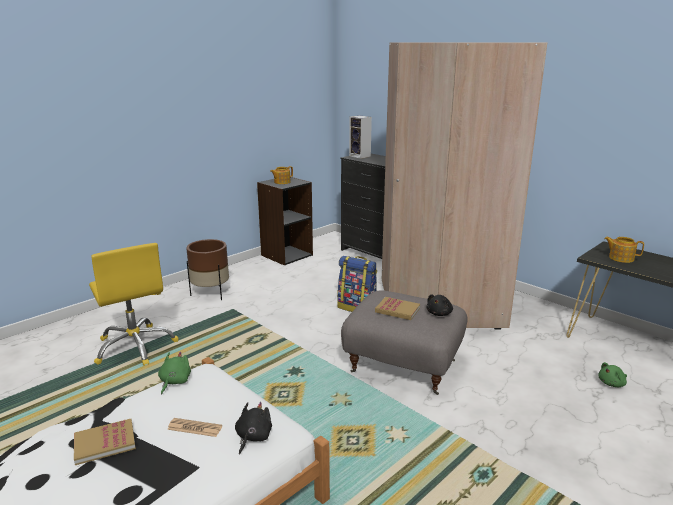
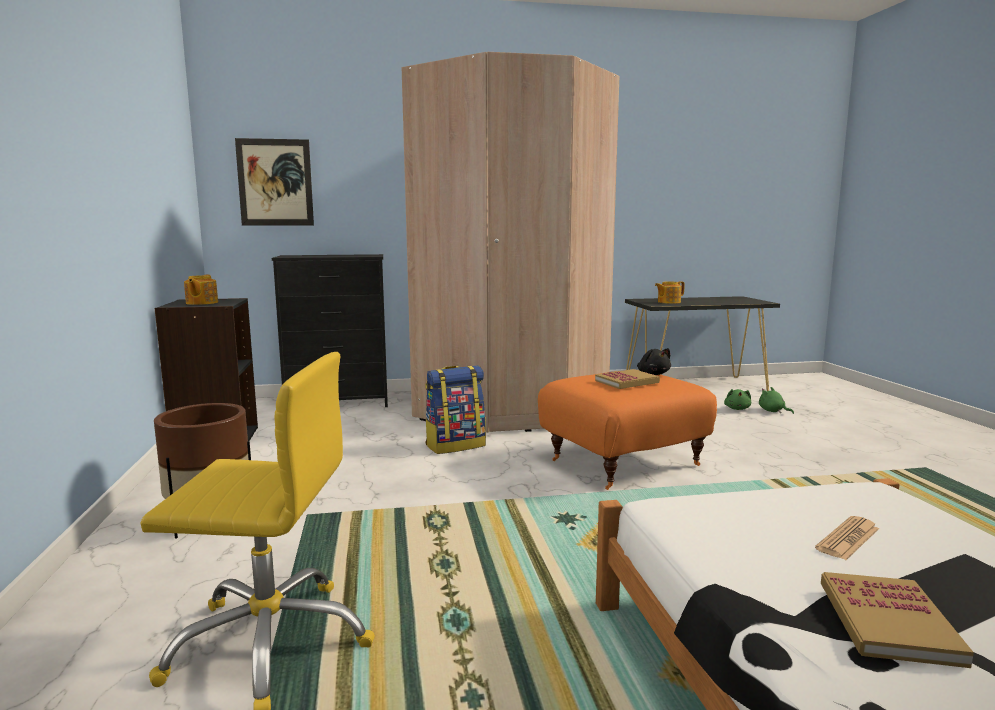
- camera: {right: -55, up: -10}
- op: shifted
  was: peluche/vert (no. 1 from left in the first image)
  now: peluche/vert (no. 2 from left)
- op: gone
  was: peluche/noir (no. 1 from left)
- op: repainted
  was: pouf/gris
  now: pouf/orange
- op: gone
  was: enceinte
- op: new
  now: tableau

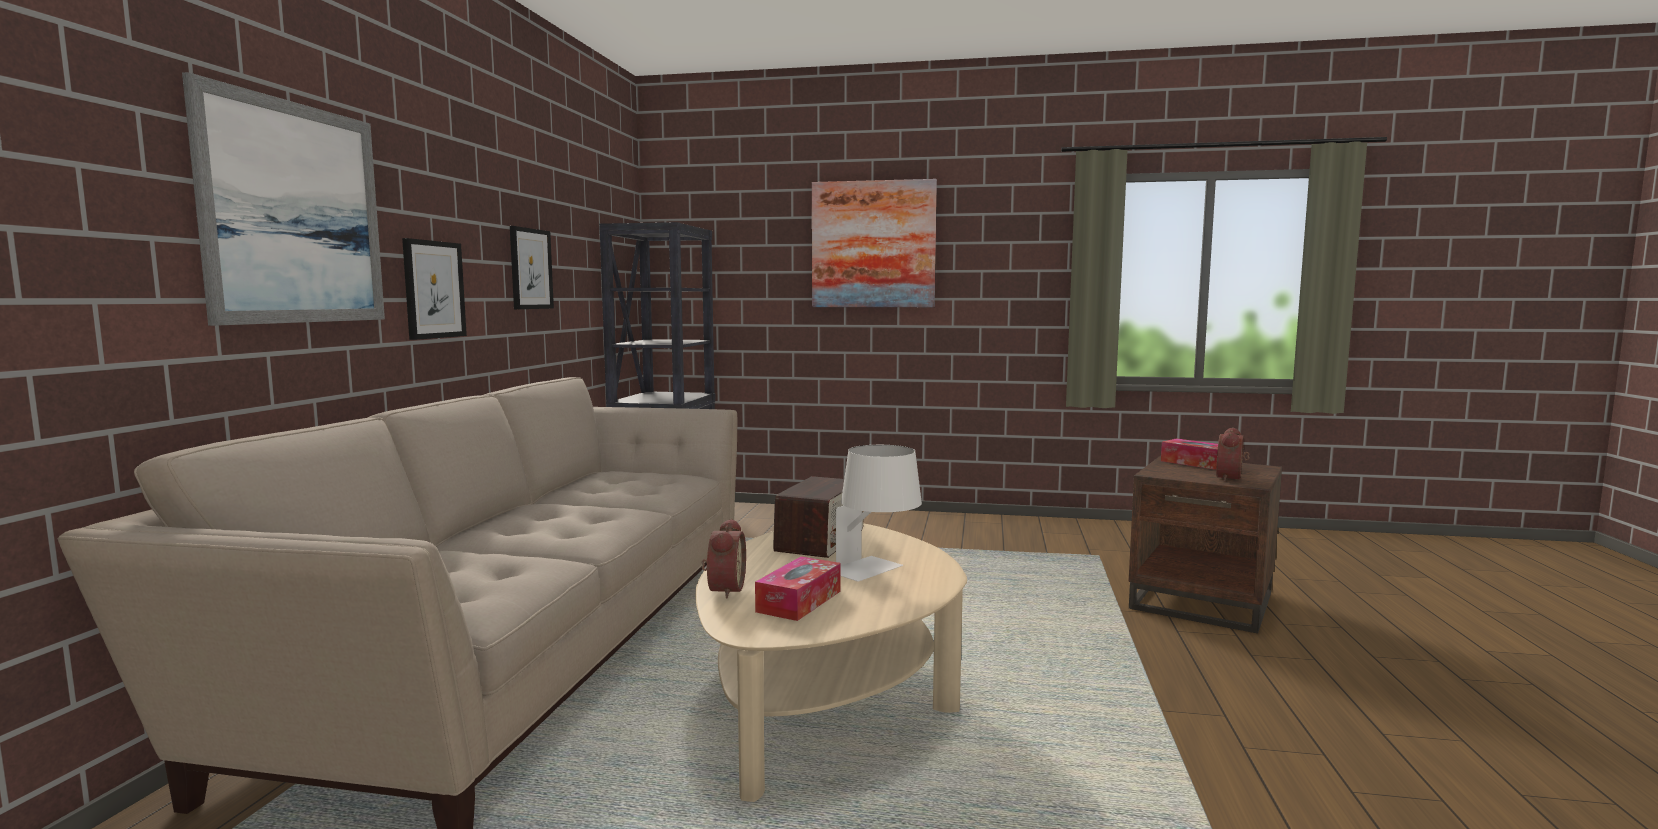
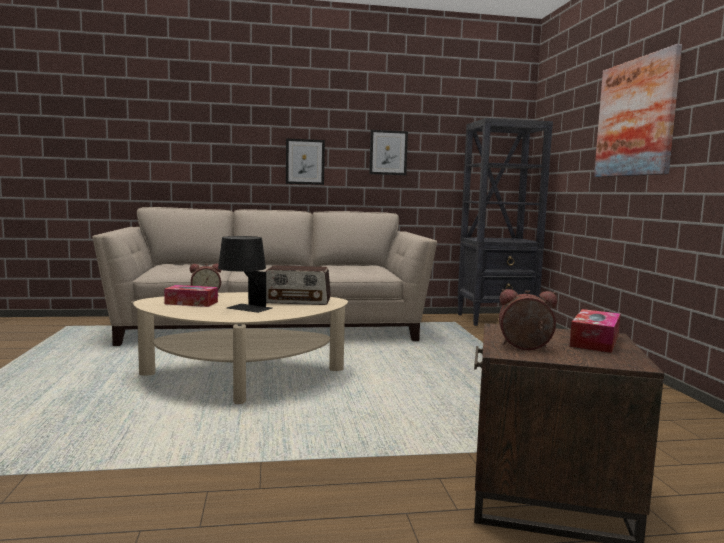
- camera: {right: 70, up: 0}
- op: gone
  was: tableau (no. 1 from left)
- op: repainted
  was: lampe de table/blanc
  now: lampe de table/noir

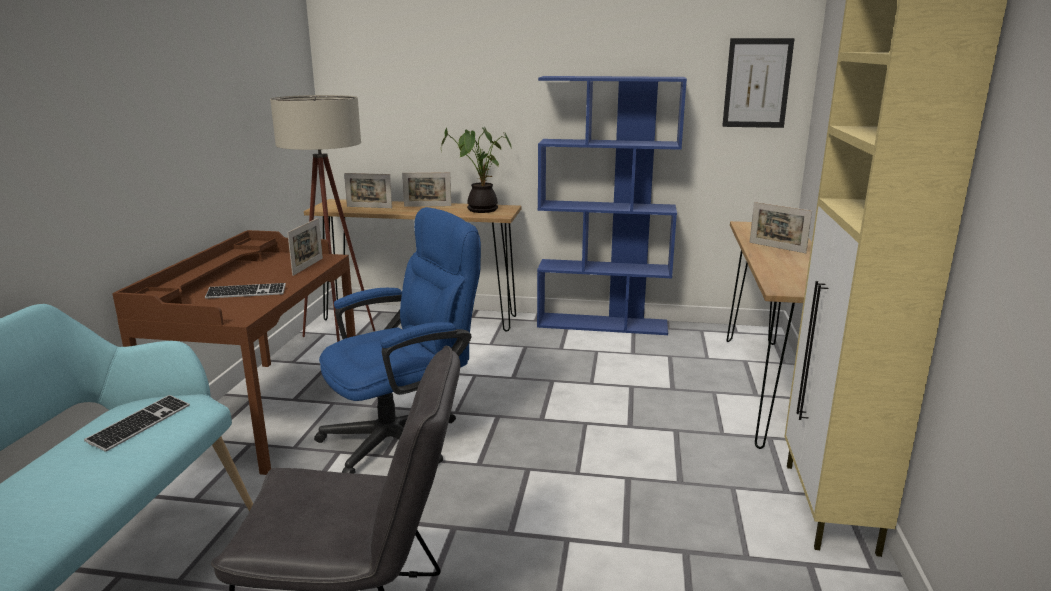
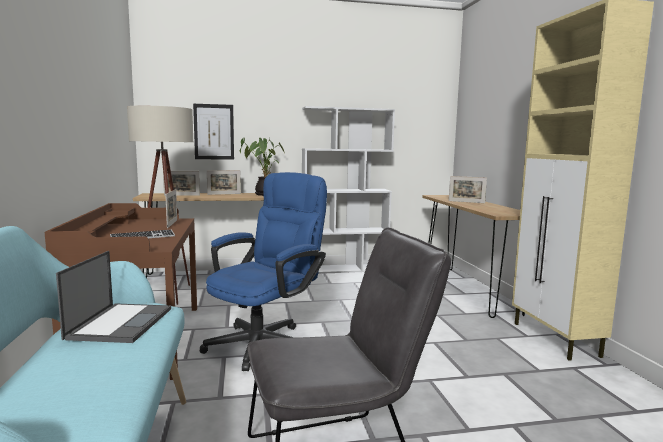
- camera: {right: -20, up: -10}
- op: swapped
  was: clavier (no. 1 from left)
  now: ordinateur portable
- op: repainted
  was: bibliothèque/bleu
  now: bibliothèque/blanc
- op: shifted
  was: tableau

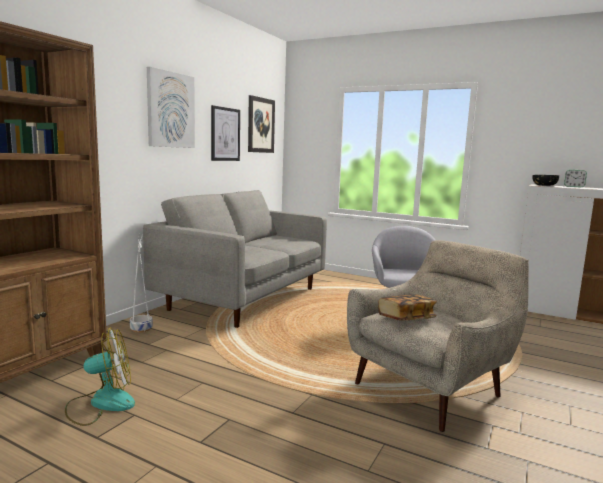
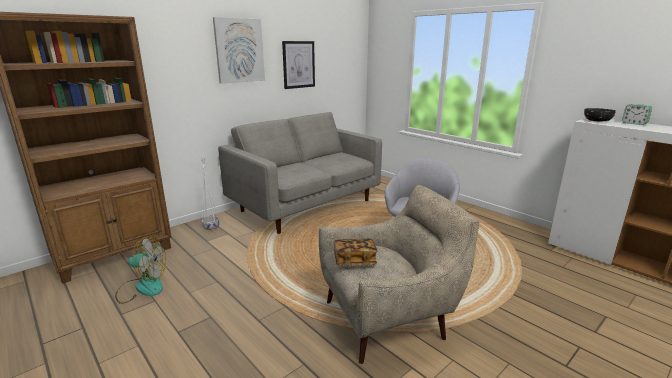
- camera: {right: 20, up: 10}
- op: gone
  was: tableau (no. 3 from left)

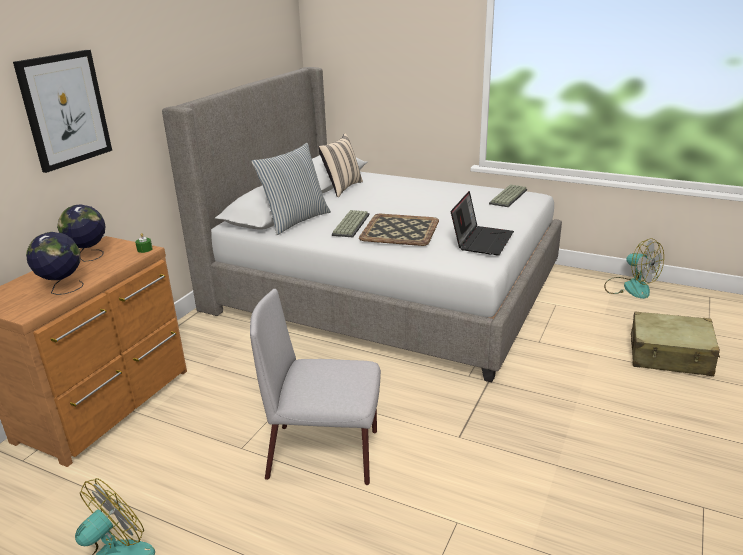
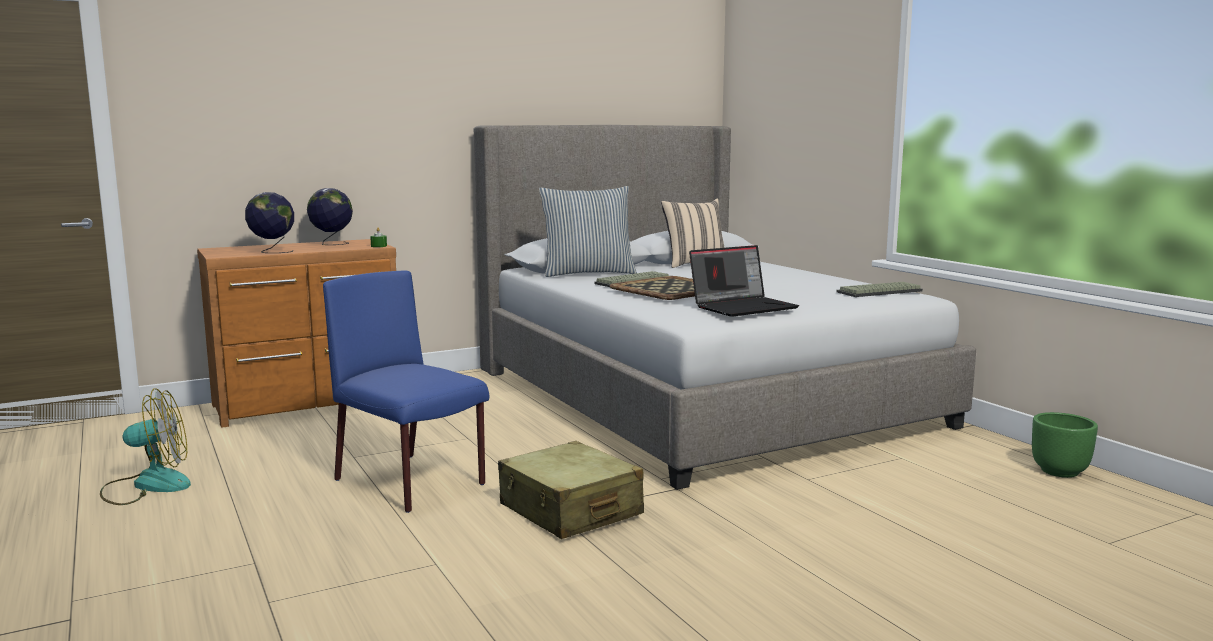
- camera: {right: 35, up: -15}
- op: gone
  was: tableau
- op: repainted
  was: chaise/gris
  now: chaise/bleu
- op: swapped
  was: ventilateur (no. 2 from left)
  now: cache-pot/vert
- op: shifted
  was: valise/beige

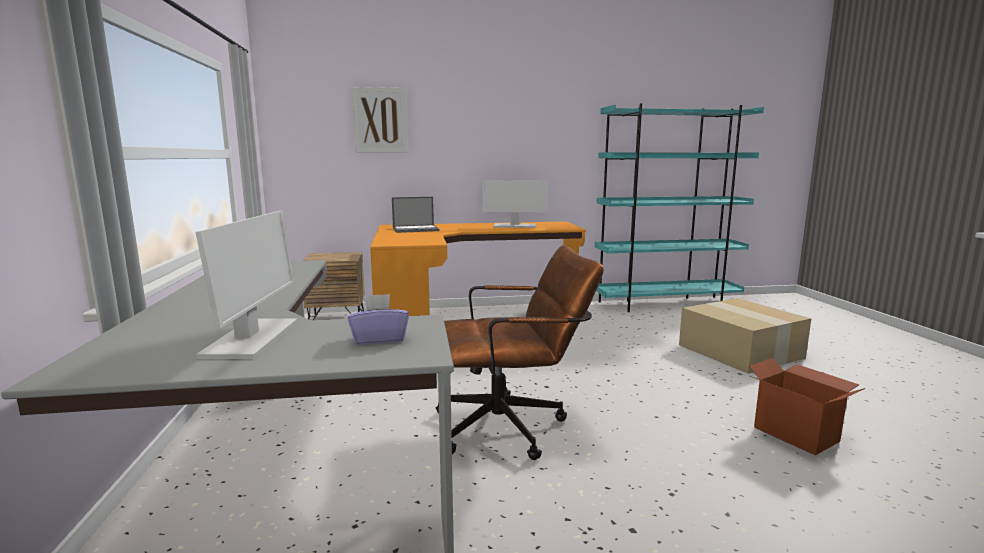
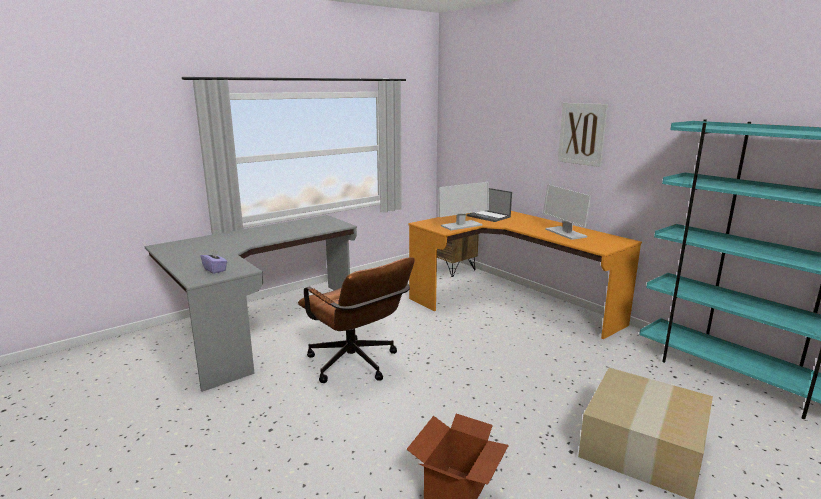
- camera: {right: 60, up: 5}
- op: shifted
  was: écran d'ordinateur (no. 1 from left)
- op: shifted
  was: tableau

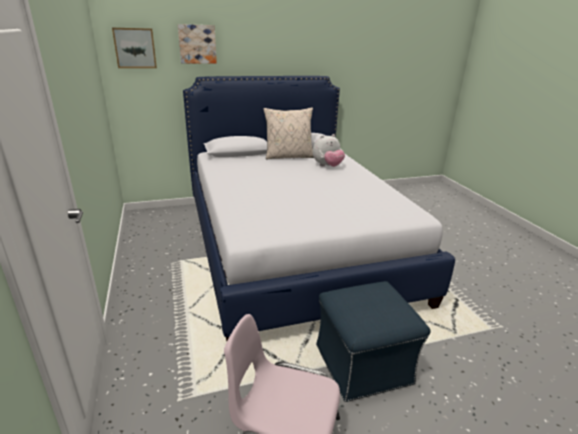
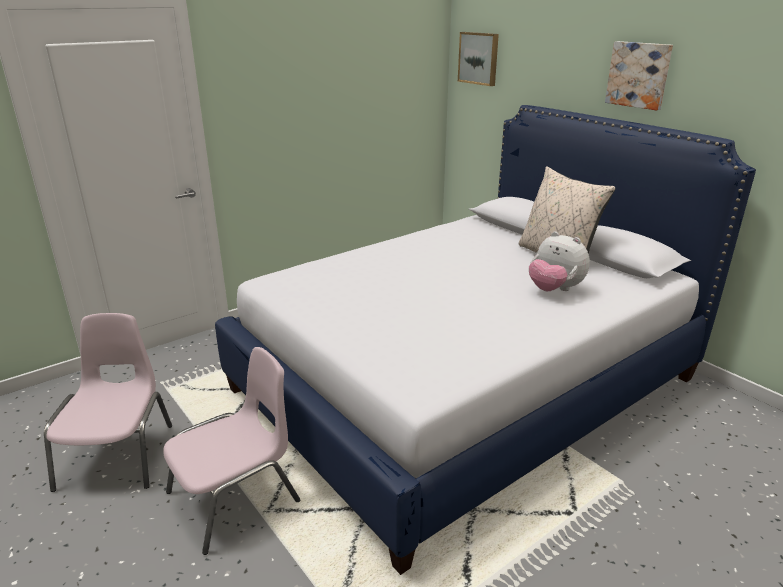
- camera: {right: 70, up: 0}
- op: shifted
  was: tableau (no. 2 from left)
- op: swapped
  was: pouf/bleu
  now: chaise/rose (no. 2 from left)

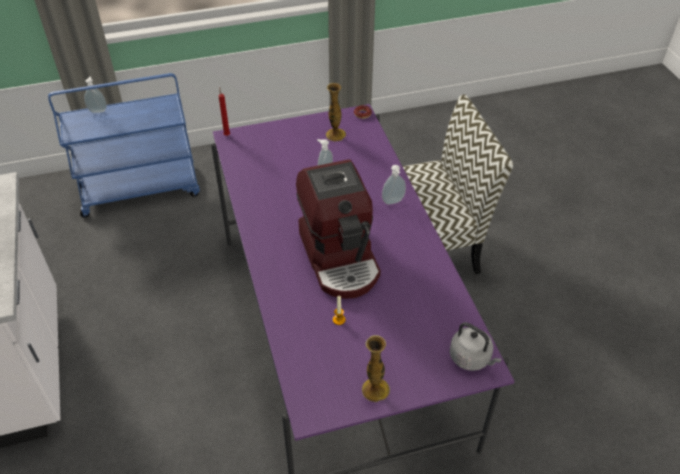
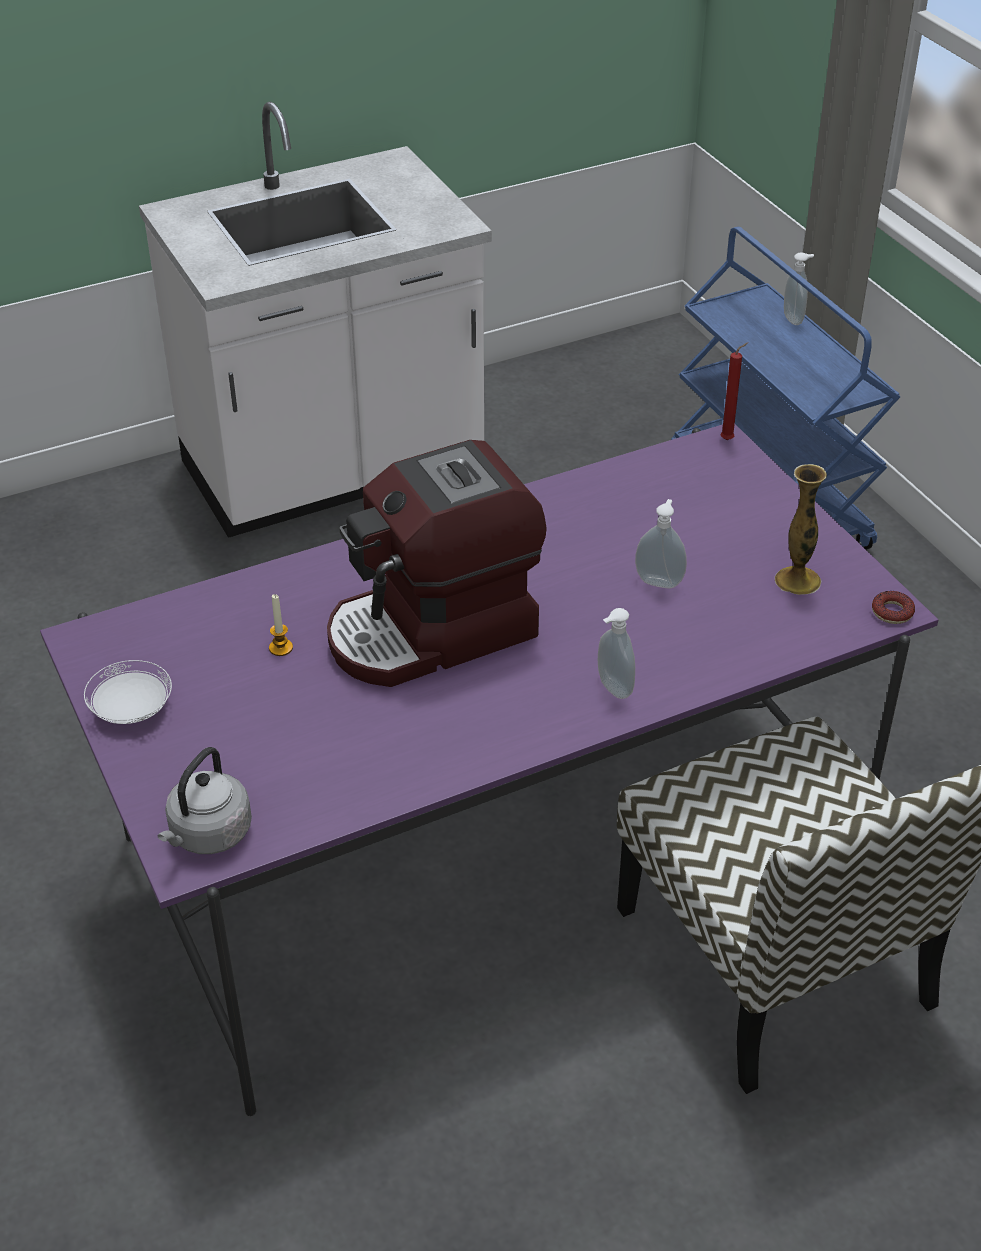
- camera: {right: 80, up: -5}
- op: swapped
  was: vase (no. 2 from left)
  now: assiette/blanc

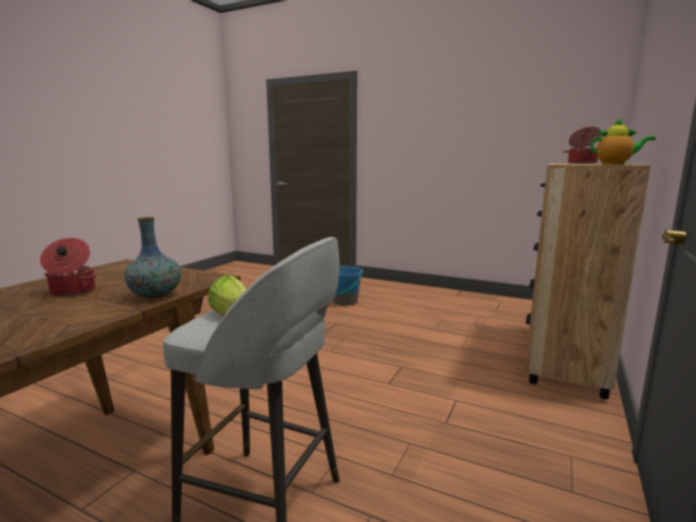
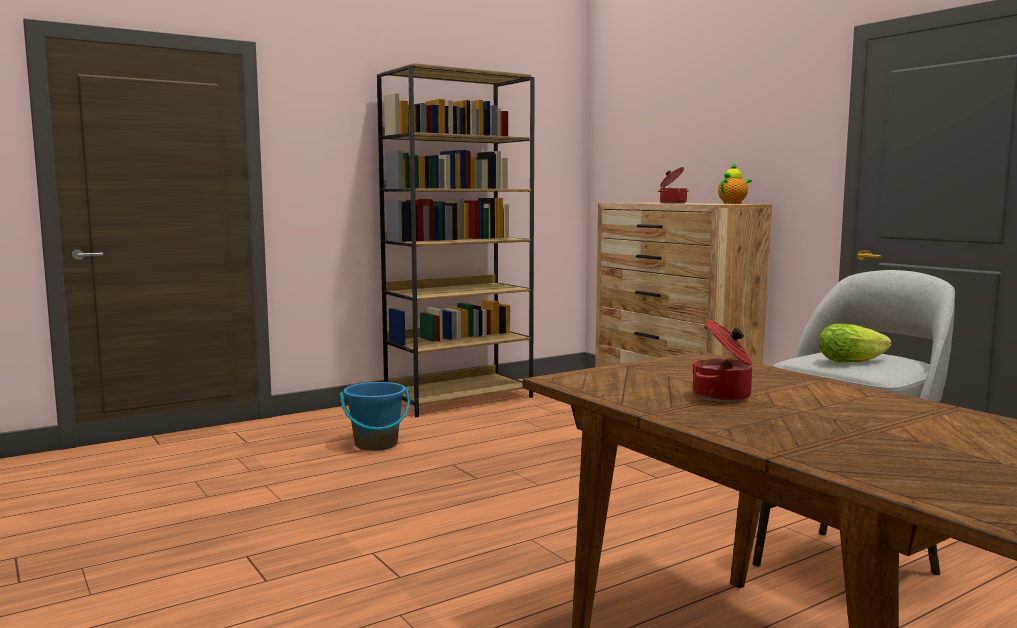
- camera: {right: -60, up: -5}
- op: gone
  was: vase
- op: new
  now: bibliothèque/marron

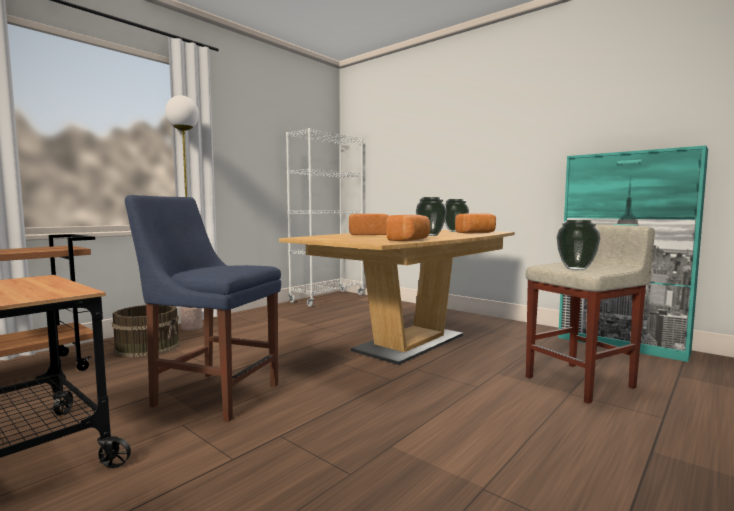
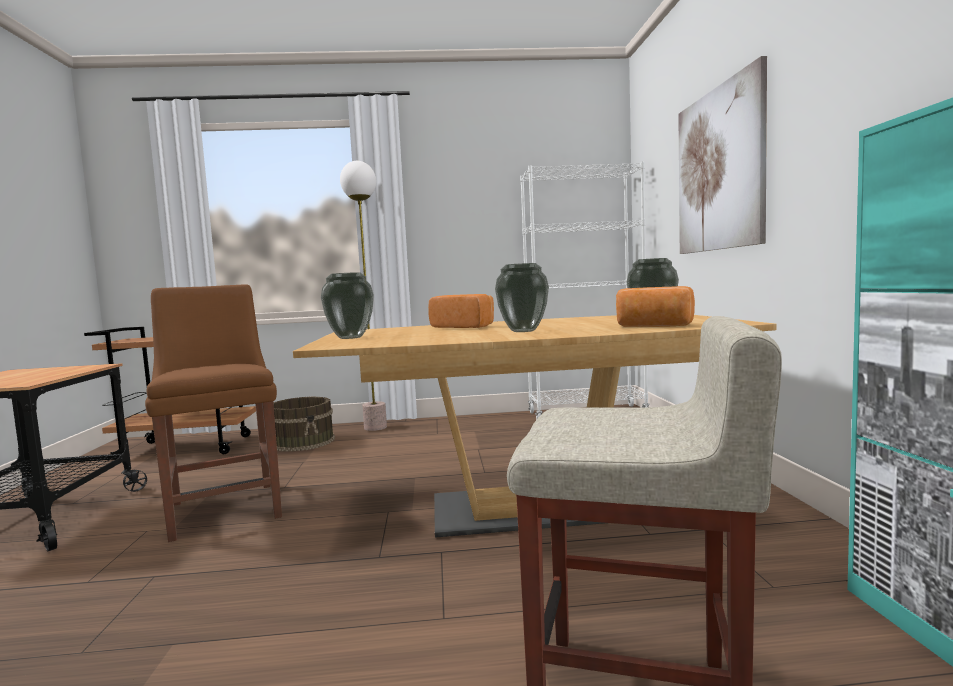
- camera: {right: 45, up: 0}
- op: repainted
  was: chaise/bleu
  now: chaise/marron
- op: gone
  was: pain (no. 2 from left)
- op: shifted
  was: vase (no. 3 from left in the first image)
  now: vase (no. 1 from left)
- op: new
  now: tableau

